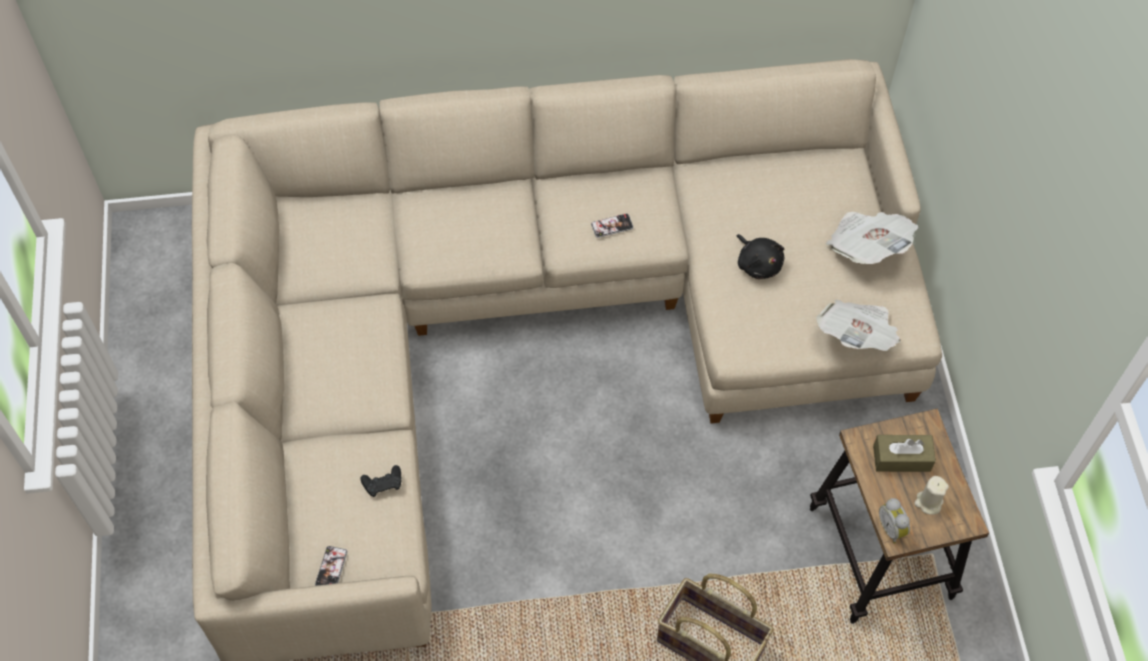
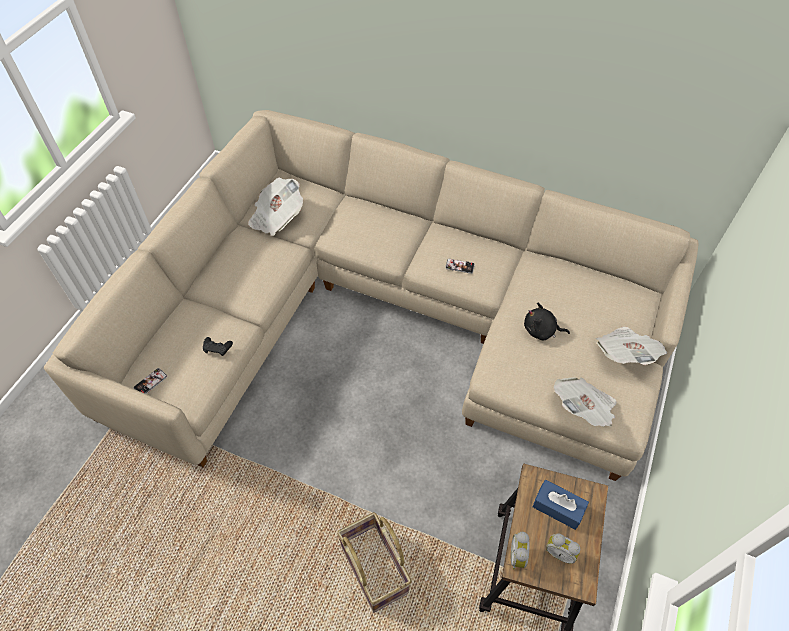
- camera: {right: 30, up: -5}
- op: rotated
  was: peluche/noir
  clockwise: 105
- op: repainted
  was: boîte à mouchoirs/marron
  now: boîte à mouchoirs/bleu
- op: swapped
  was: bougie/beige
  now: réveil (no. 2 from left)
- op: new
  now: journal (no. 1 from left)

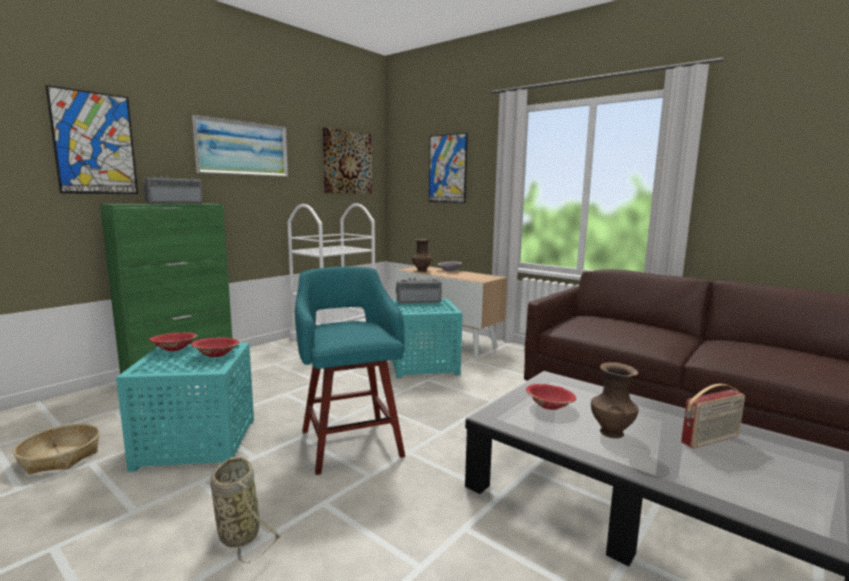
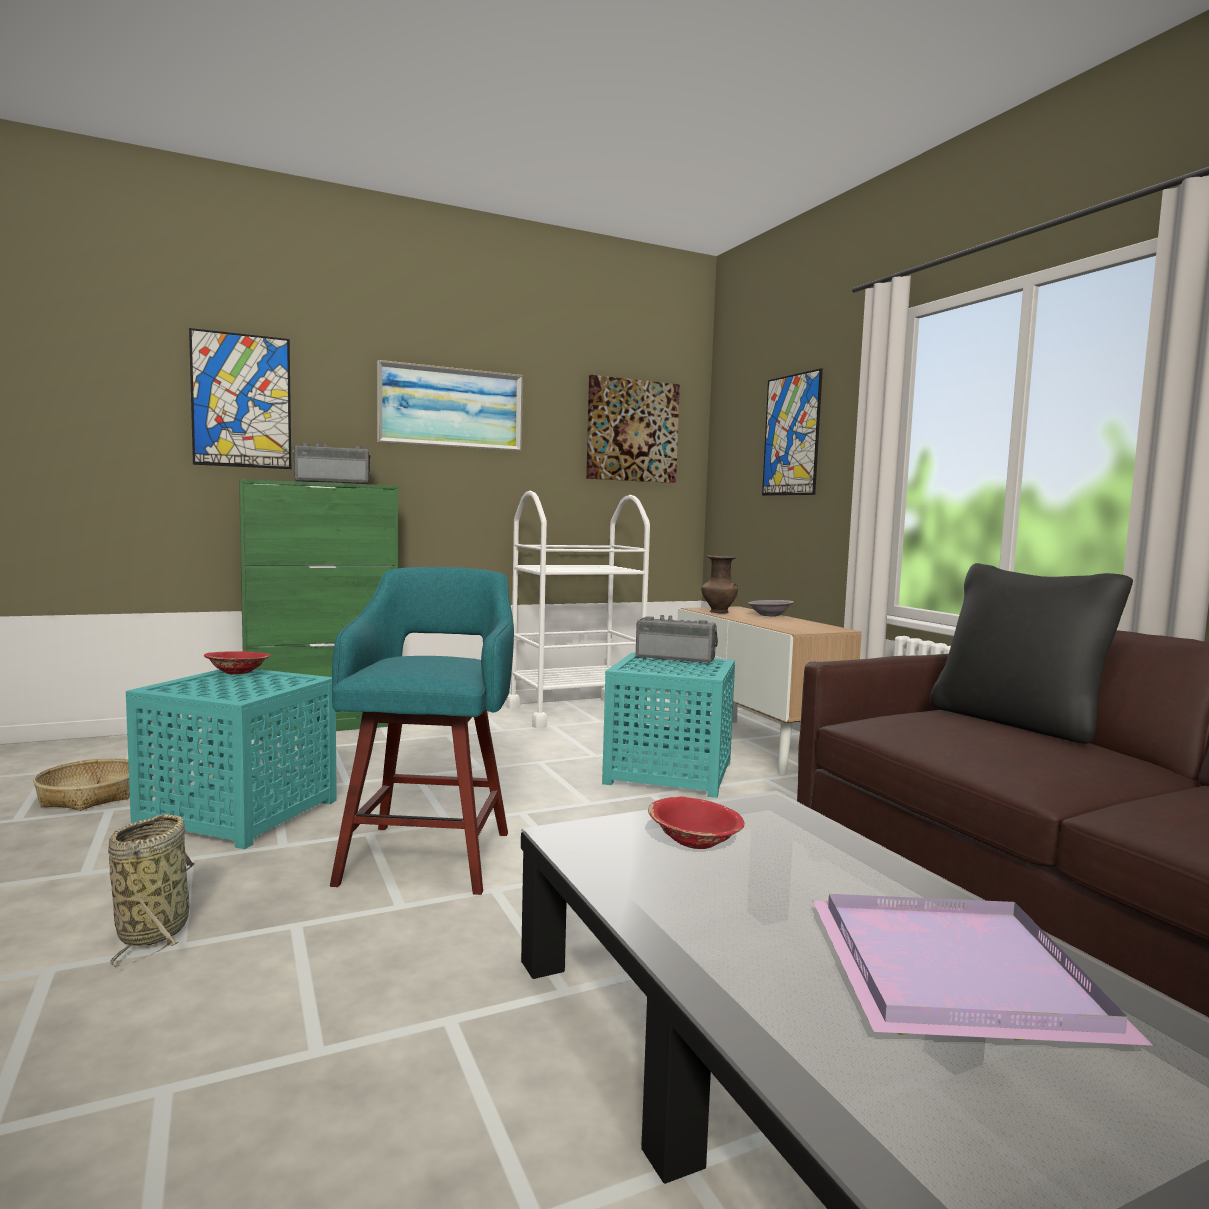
- camera: {right: 25, up: -5}
- op: gone
  was: bol/rouge (no. 2 from left)
- op: gone
  was: vase/marron (no. 2 from left)
- op: swapped
  was: radio (no. 3 from left)
  now: plateau/violet
- op: new
  now: coussin/noir

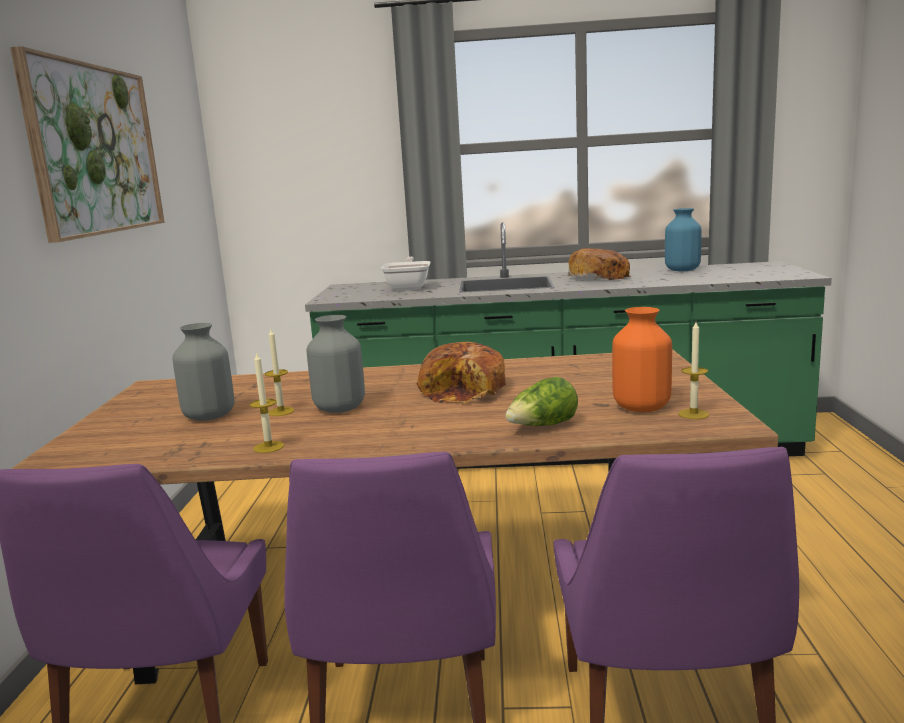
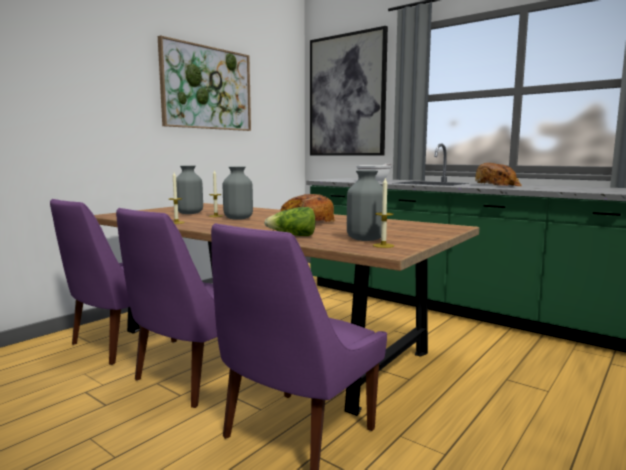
- camera: {right: 35, up: -5}
- op: repainted
  was: vase/orange
  now: vase/gris (no. 3 from left)
- op: gone
  was: vase/bleu
- op: new
  now: tableau (no. 2 from left)

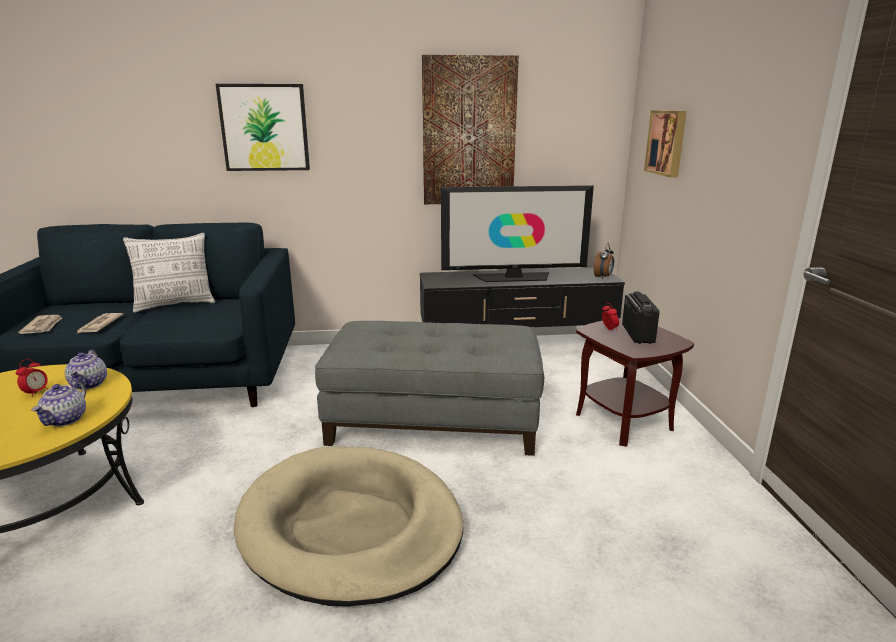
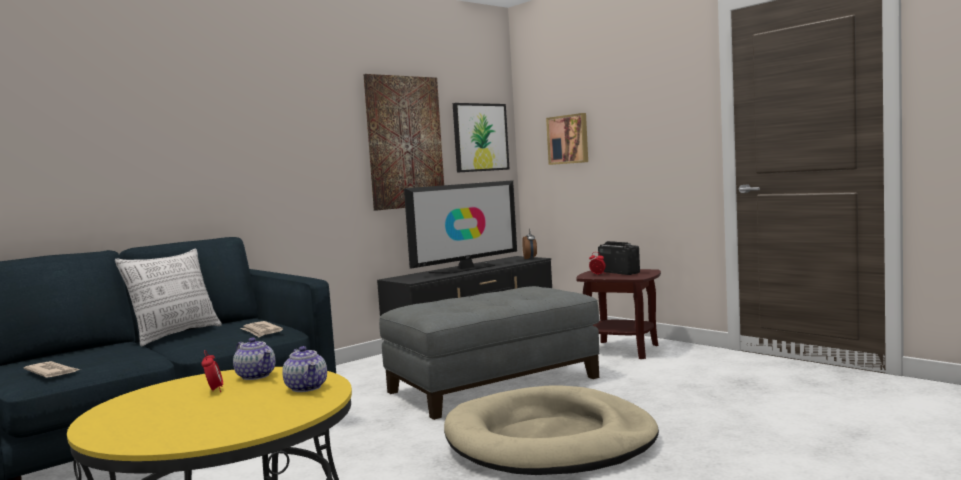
- camera: {right: -35, up: -15}
- op: shifted
  was: journal (no. 2 from left)
- op: shifted
  was: tableau (no. 1 from left in the first image)
  now: tableau (no. 2 from left)

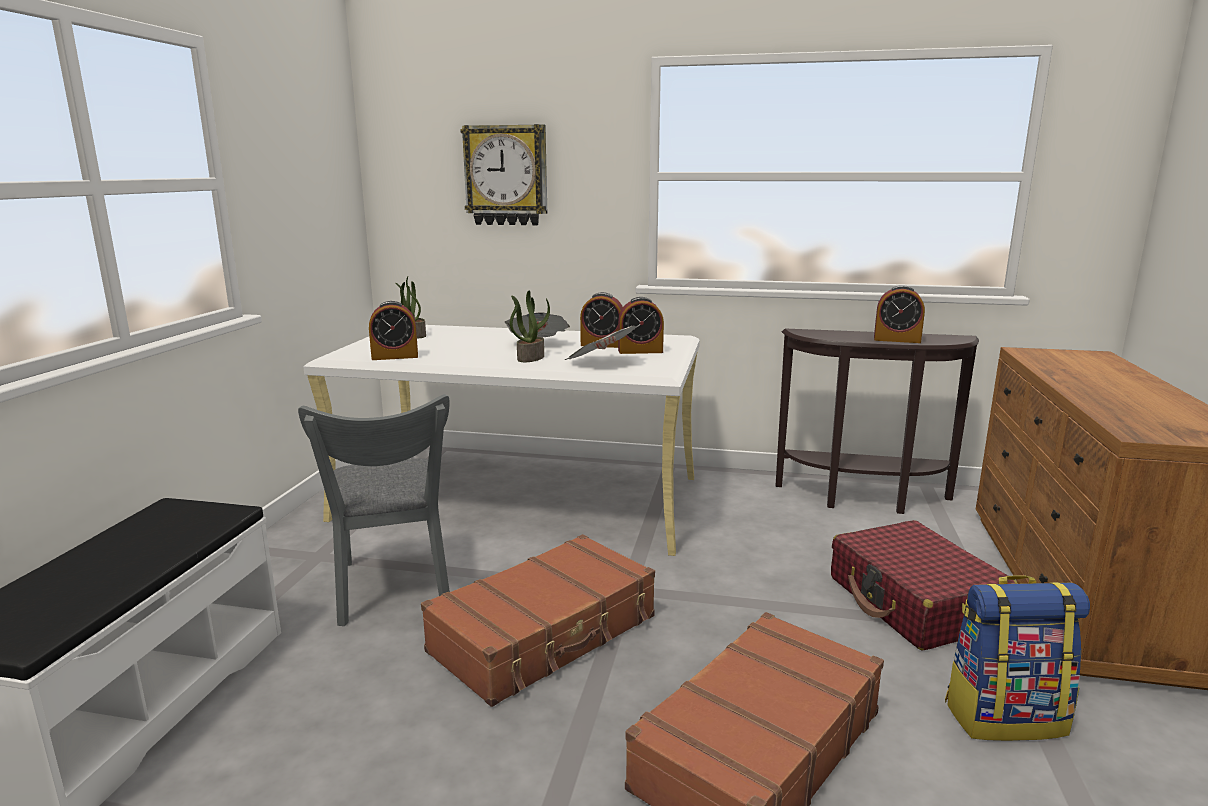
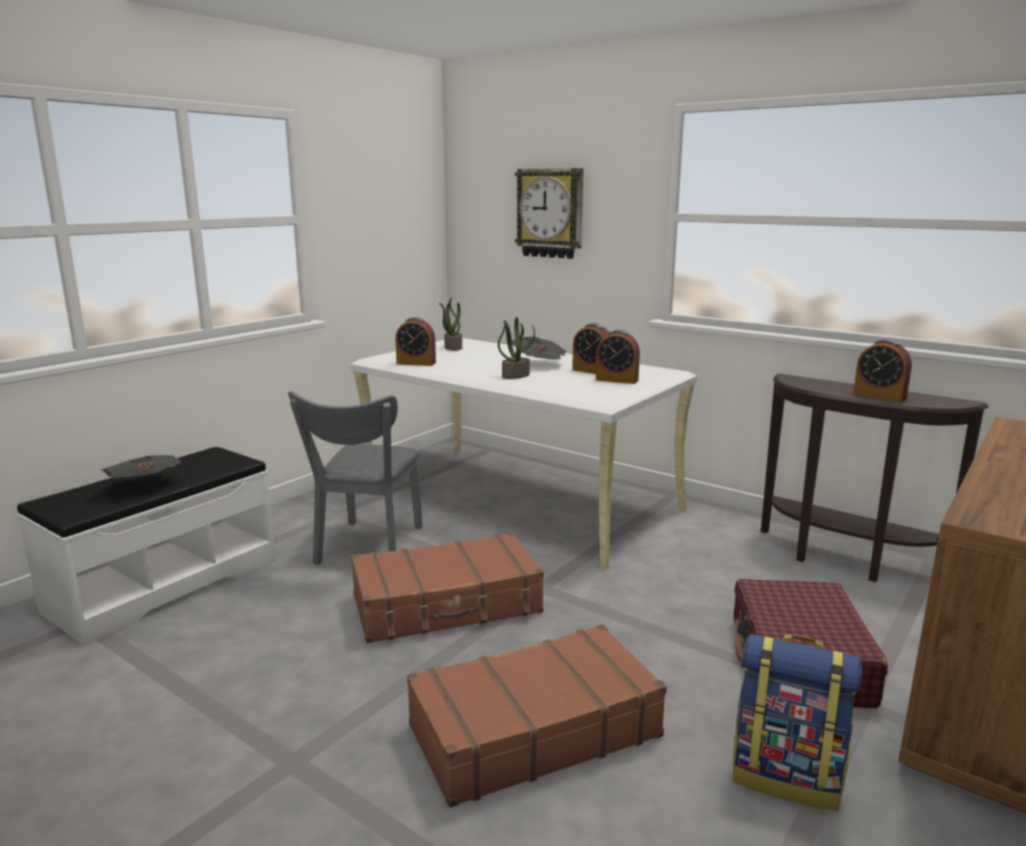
- camera: {right: 25, up: 0}
- op: shifted
  was: journal (no. 2 from left in the first image)
  now: journal (no. 1 from left)

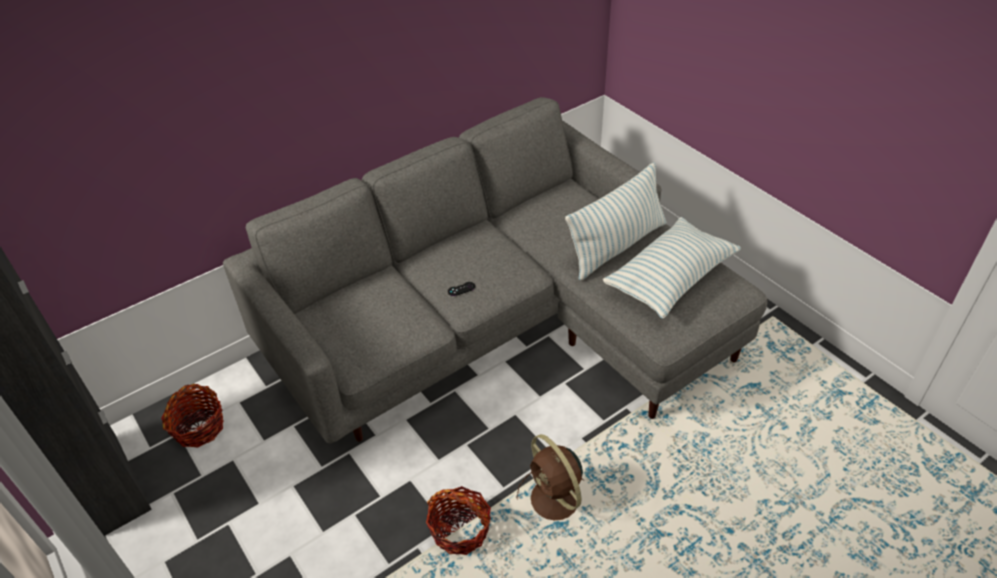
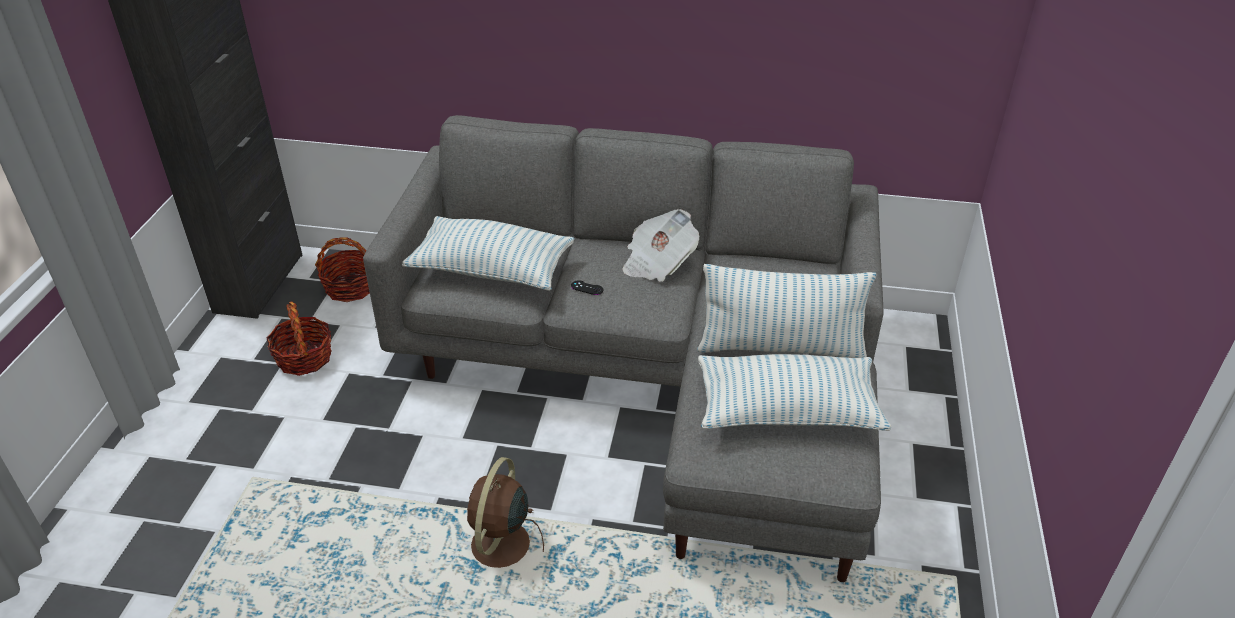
- camera: {right: 45, up: -5}
- op: shifted
  was: panier (no. 2 from left in the first image)
  now: panier (no. 1 from left)
- op: new
  now: coussin (no. 1 from left)
- op: new
  now: journal

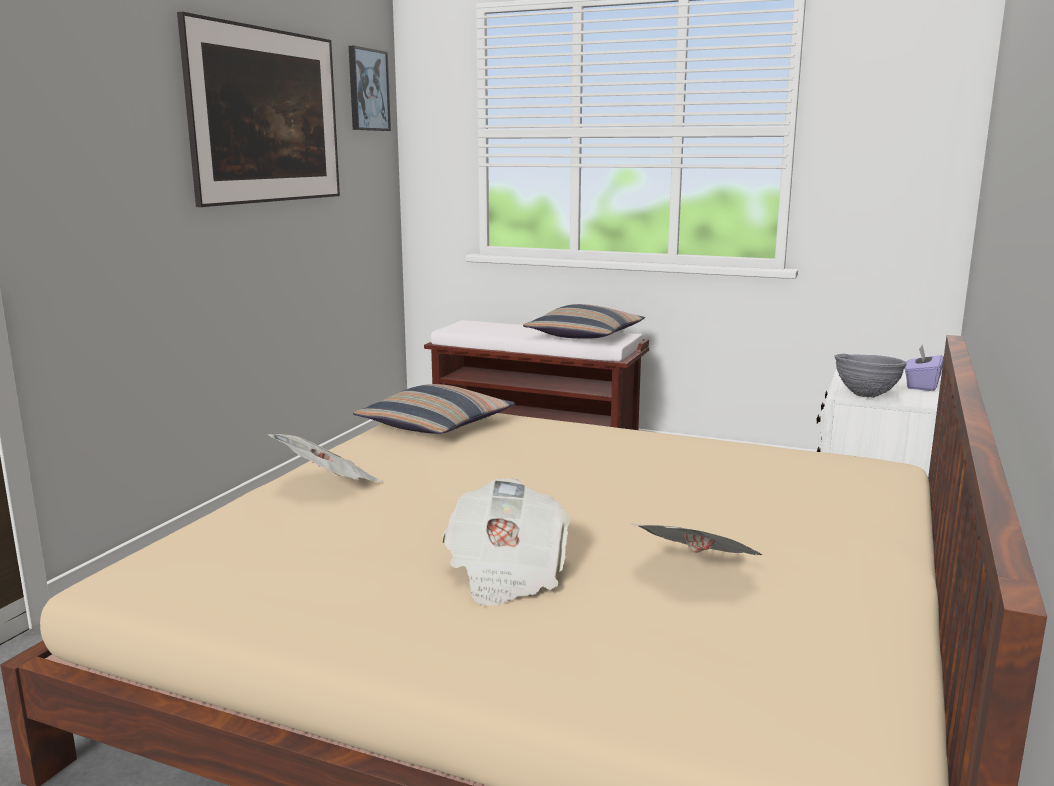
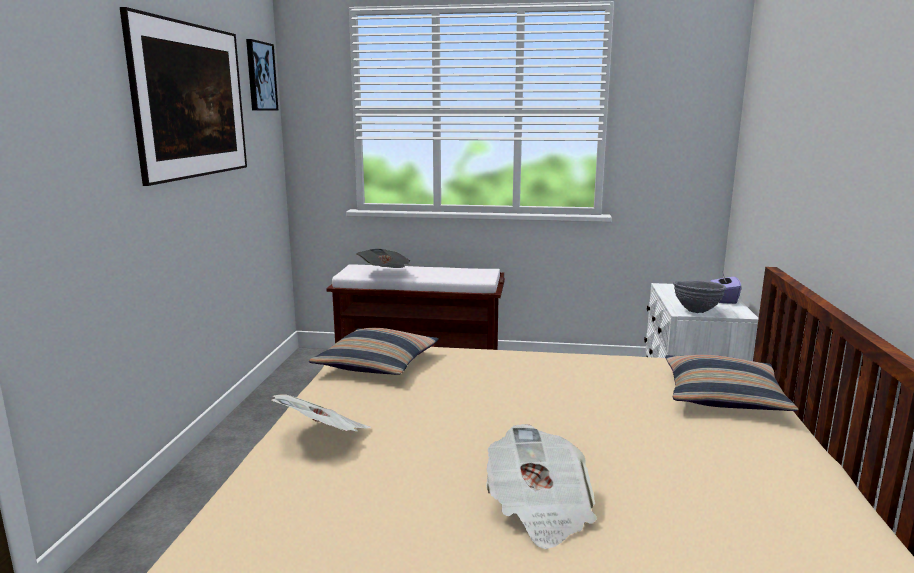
- camera: {right: -15, up: 0}
- op: shifted
  was: coussin (no. 2 from left)
- op: shifted
  was: journal (no. 3 from left in the first image)
  now: journal (no. 2 from left)

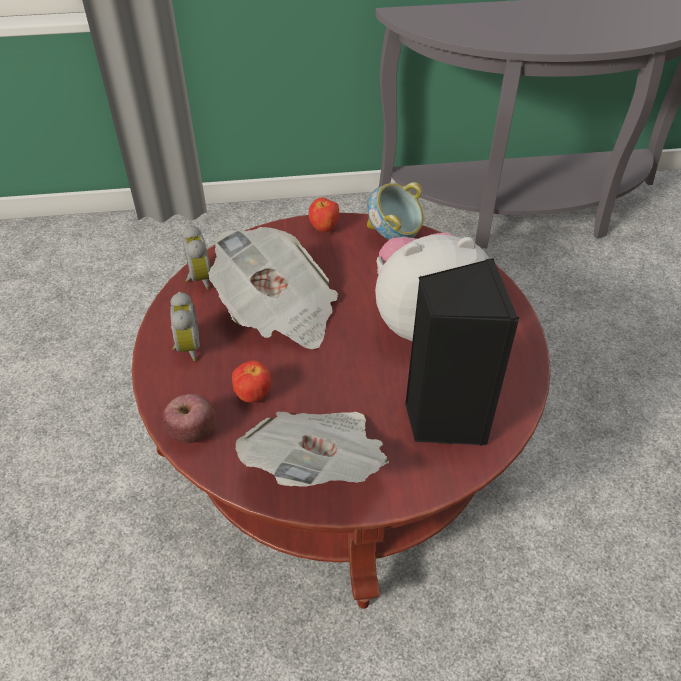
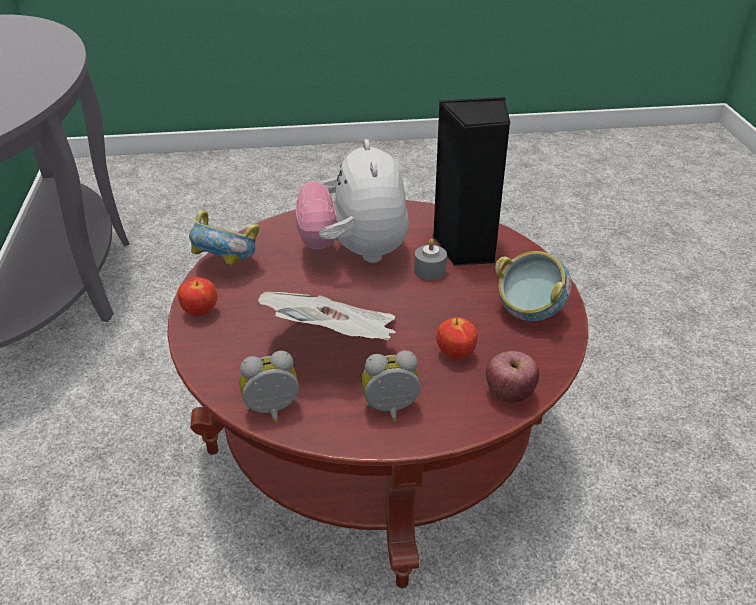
- camera: {right: -90, up: -10}
- op: swapped
  was: journal (no. 2 from left)
  now: bol (no. 2 from left)
- op: new
  now: bougie/gris

